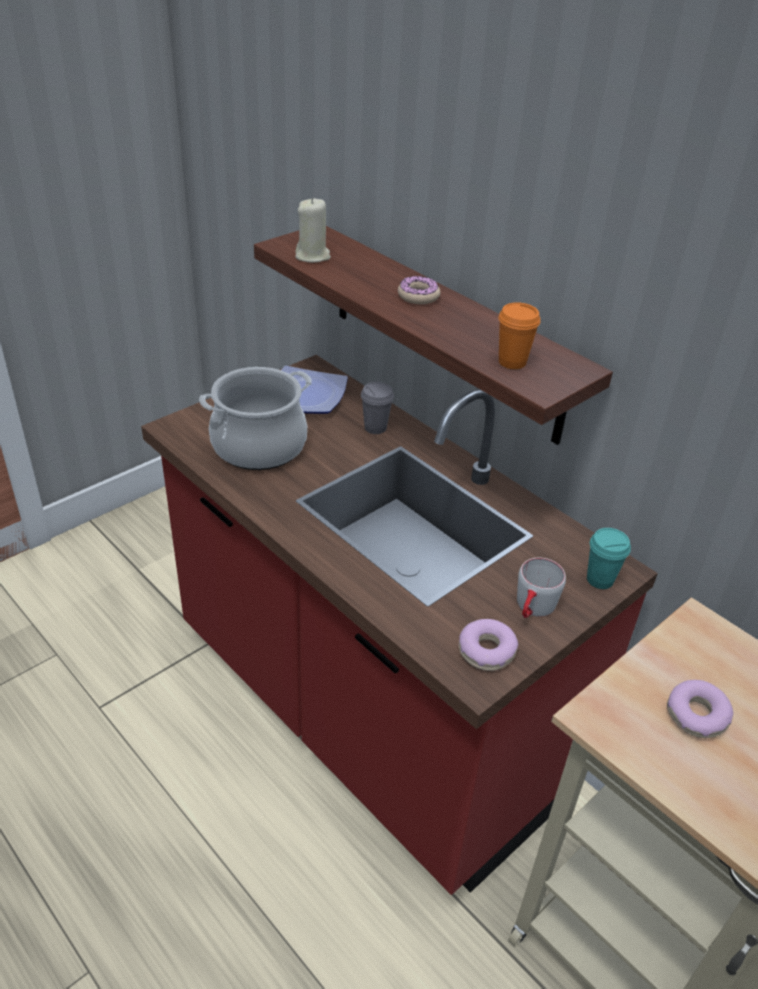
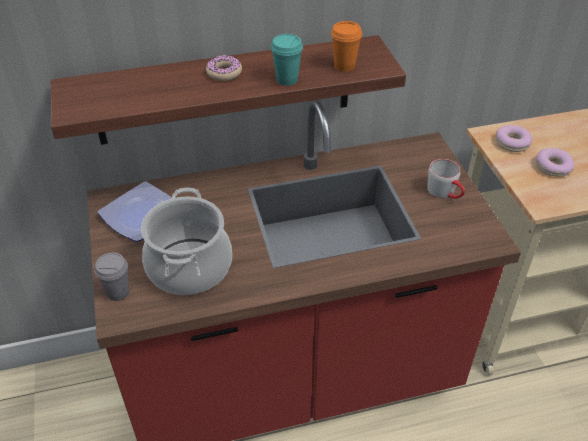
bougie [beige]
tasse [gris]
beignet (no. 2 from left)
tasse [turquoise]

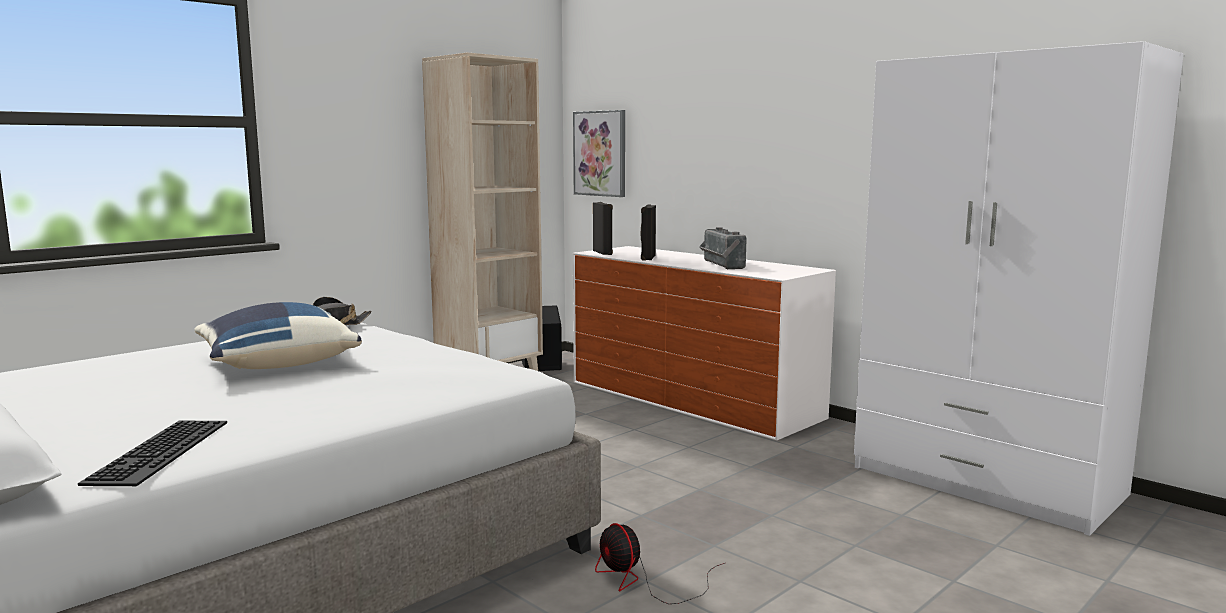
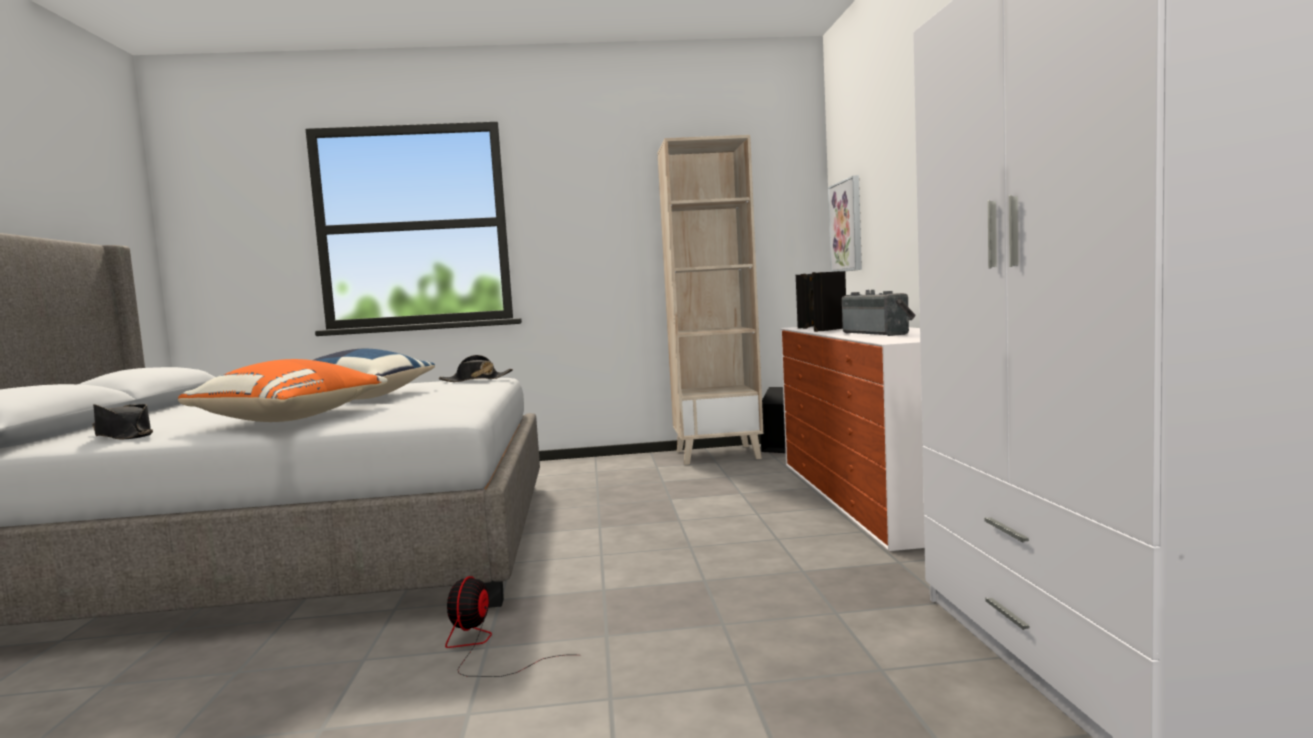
chapeau [noir] (no. 1 from left)
radio
coussin [orange]

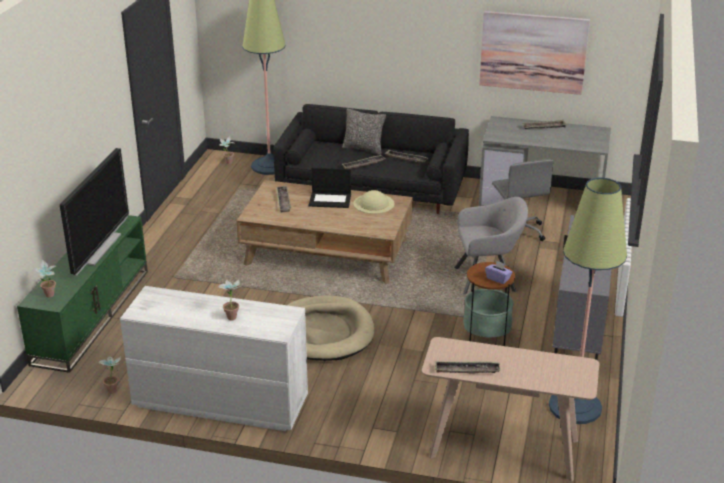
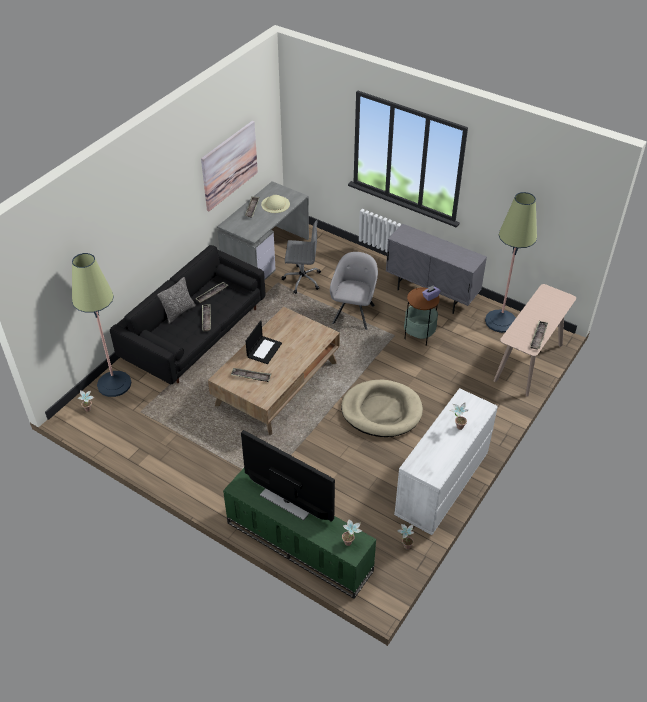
chapeau [beige]

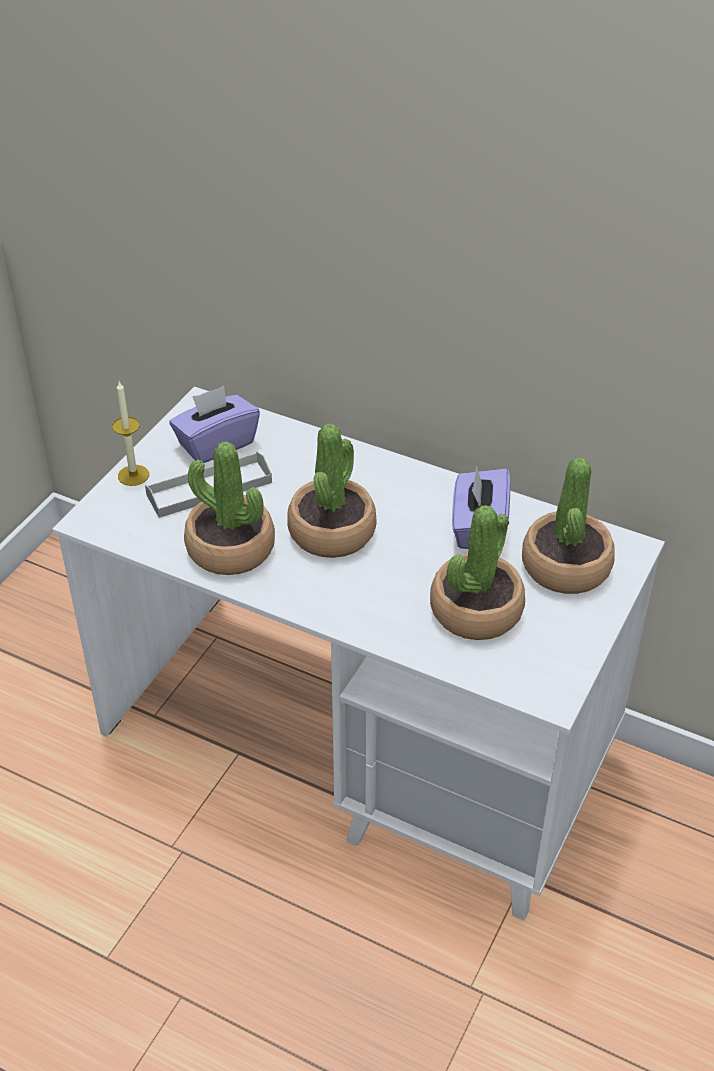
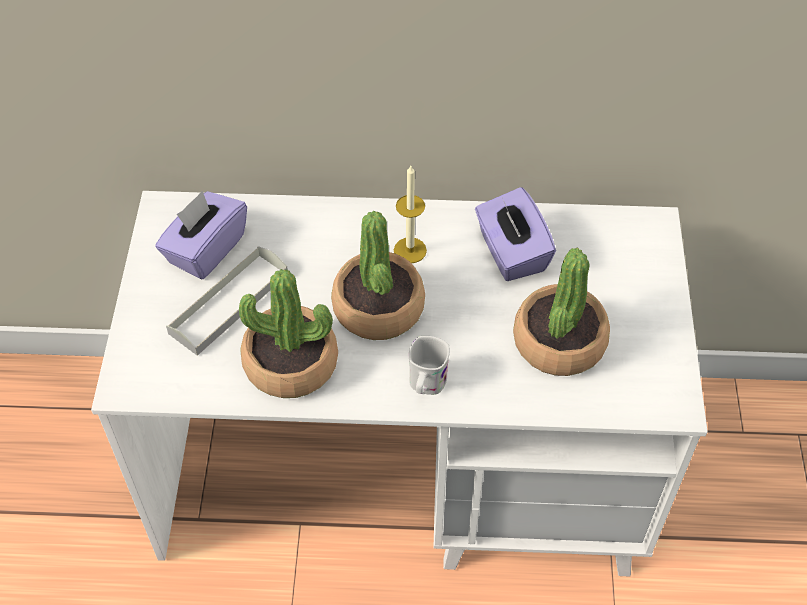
bougie
plante en pot (no. 4 from left in the first image)
mug [blanc]

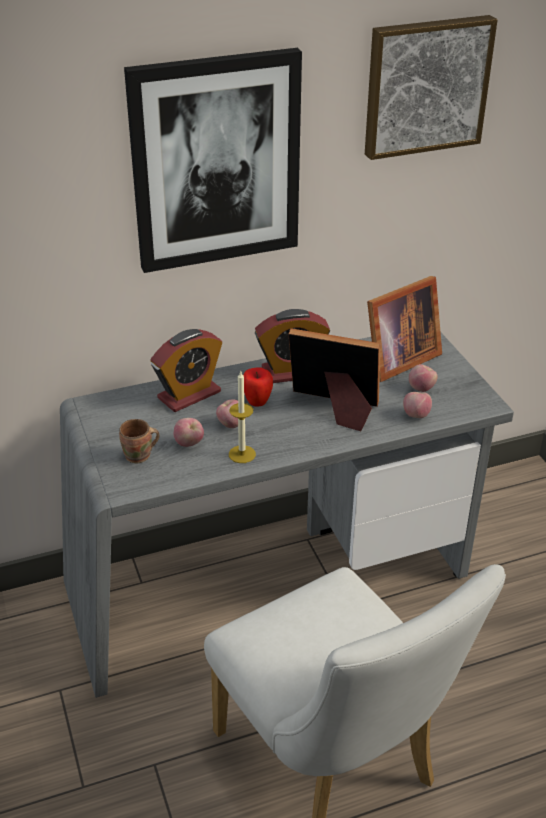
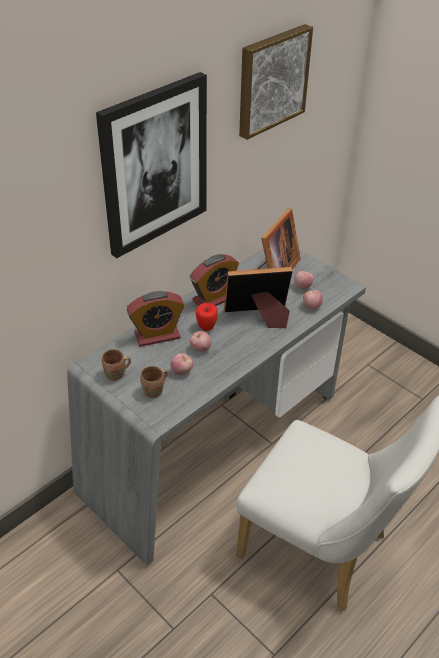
réveil (no. 1 from left)
bougie
mug [marron] (no. 1 from left)

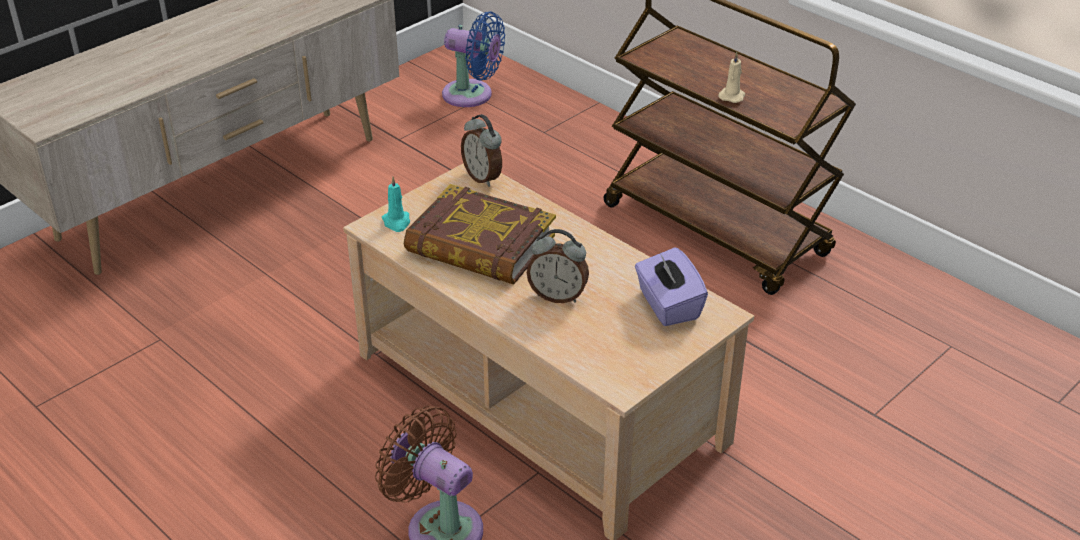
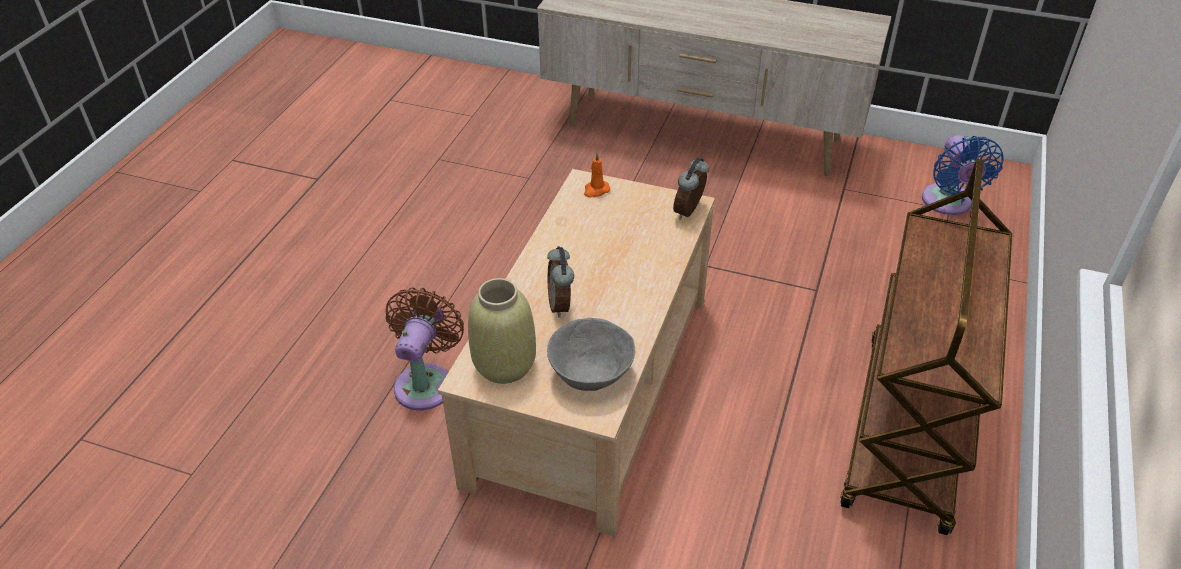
bougie [orange]
livre
bol [gris]
bougie [beige]
vase [beige]

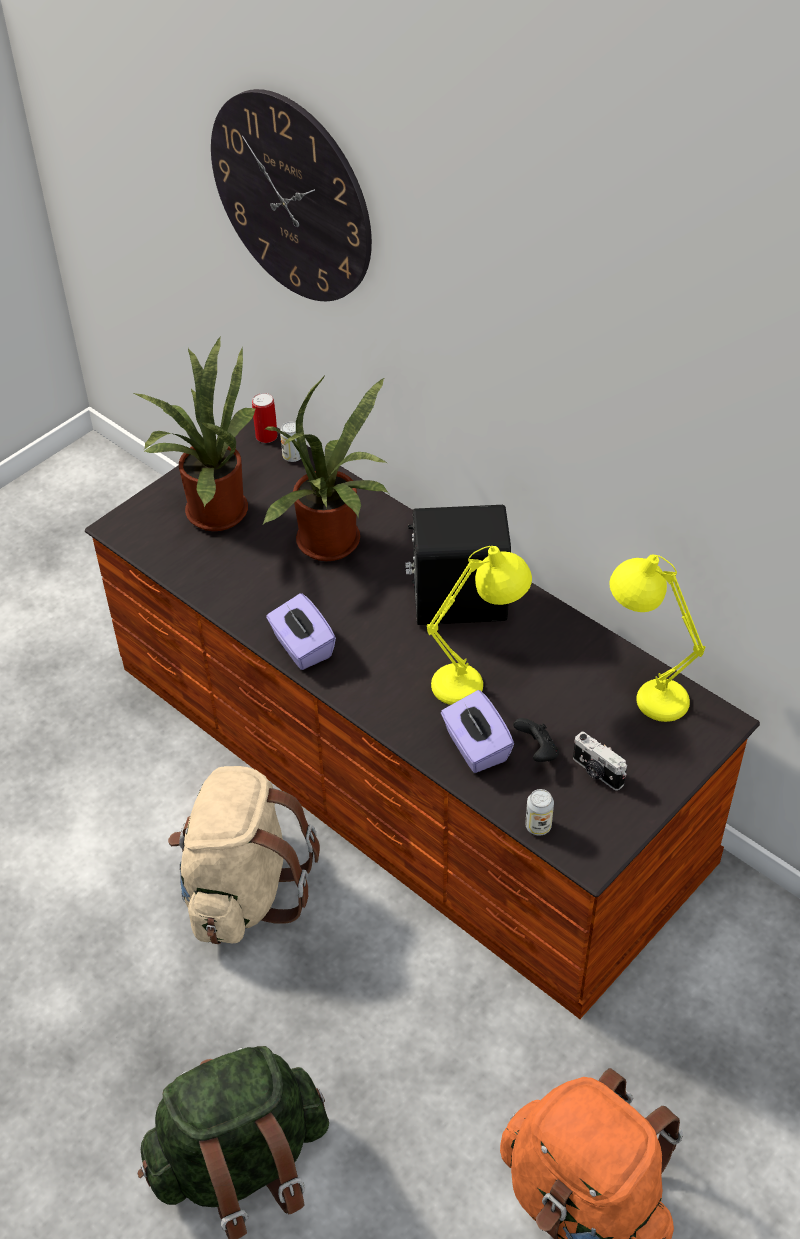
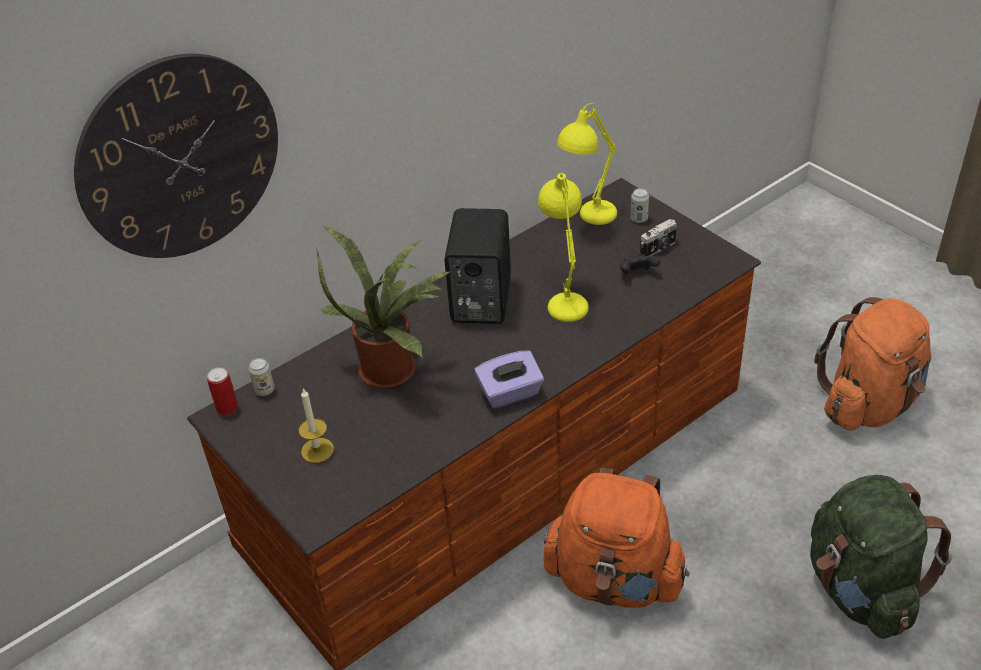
bougie
sac à dos [orange] (no. 1 from left)
boîte à mouchoirs [violet] (no. 2 from left in the first image)
boîte métallique (no. 3 from left)

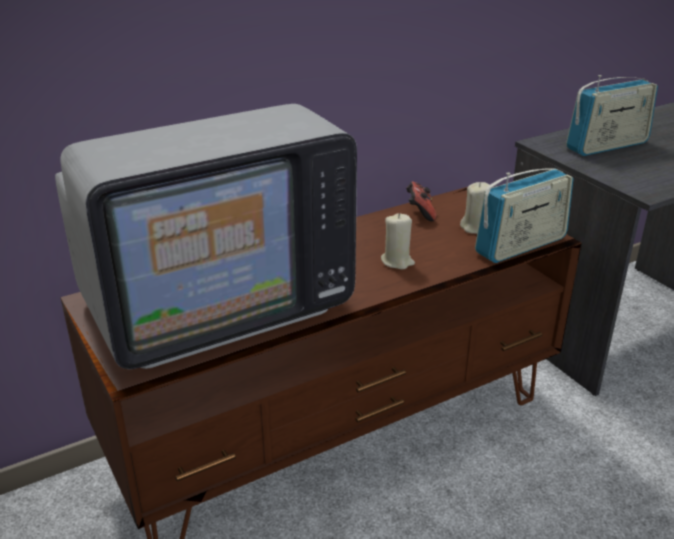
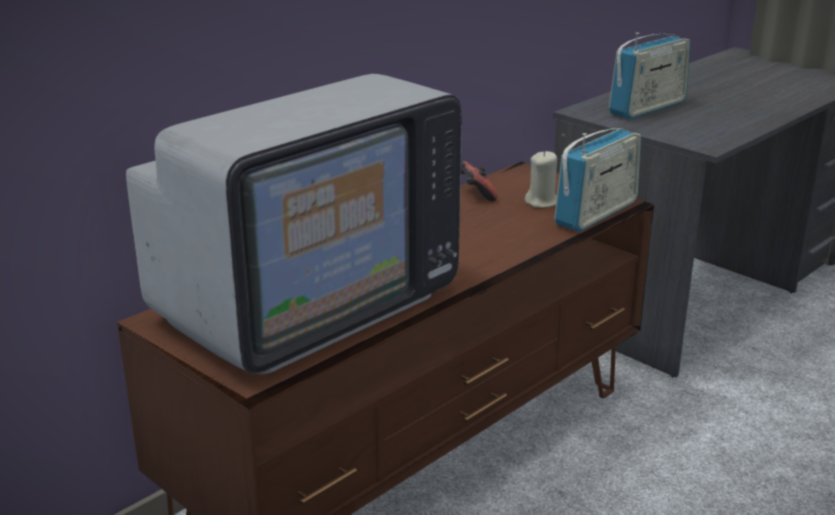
bougie [beige] (no. 1 from left in the first image)

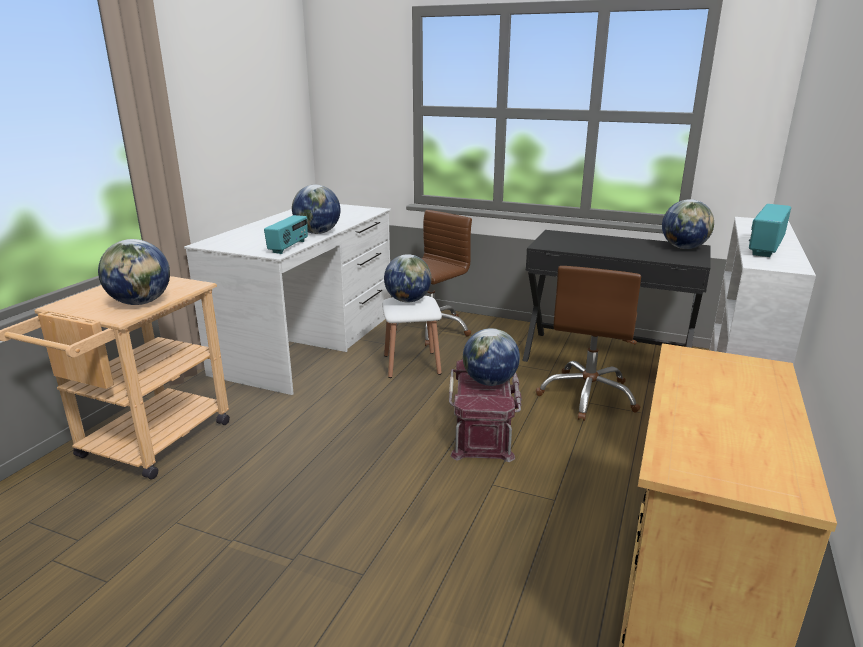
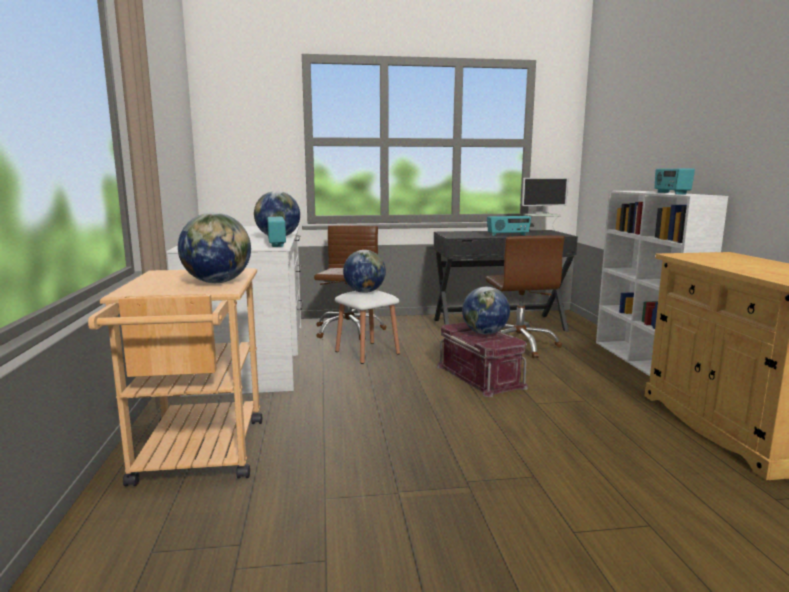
écran d'ordinateur
radio (no. 2 from left)

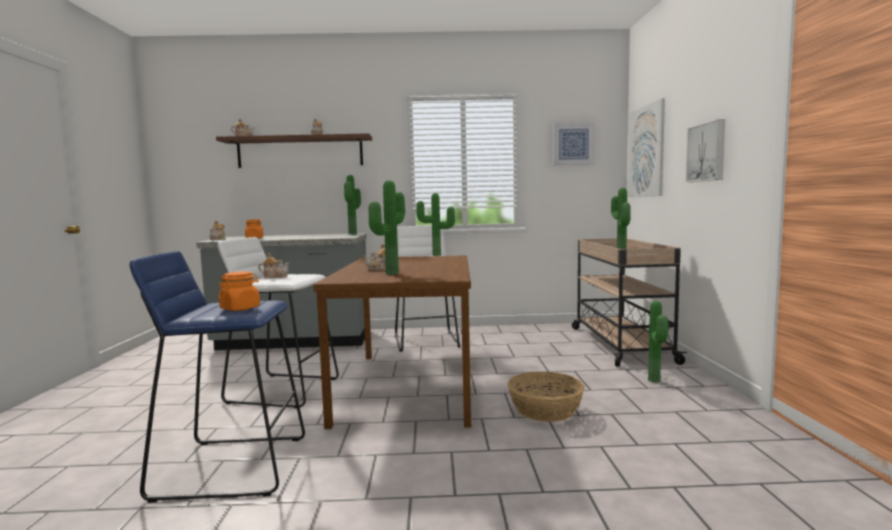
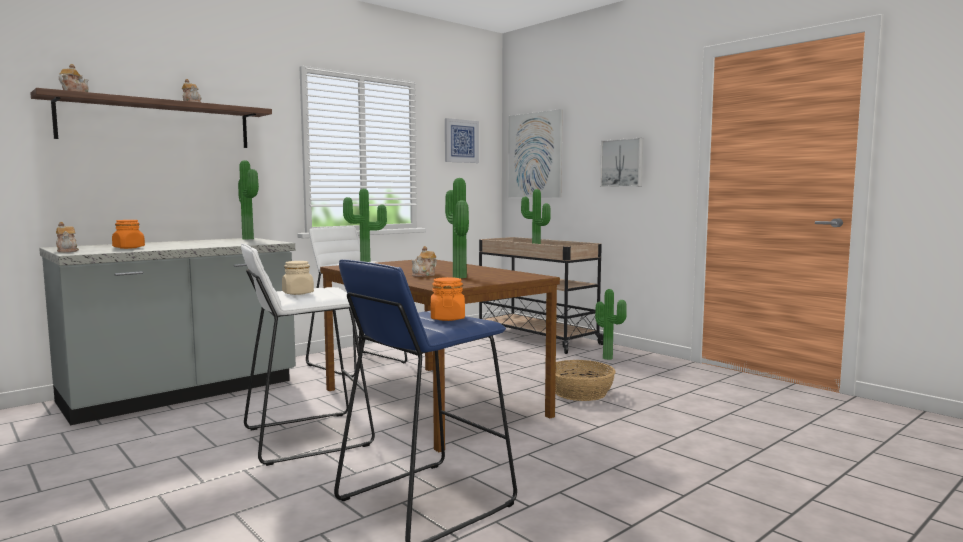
bocal [beige]

